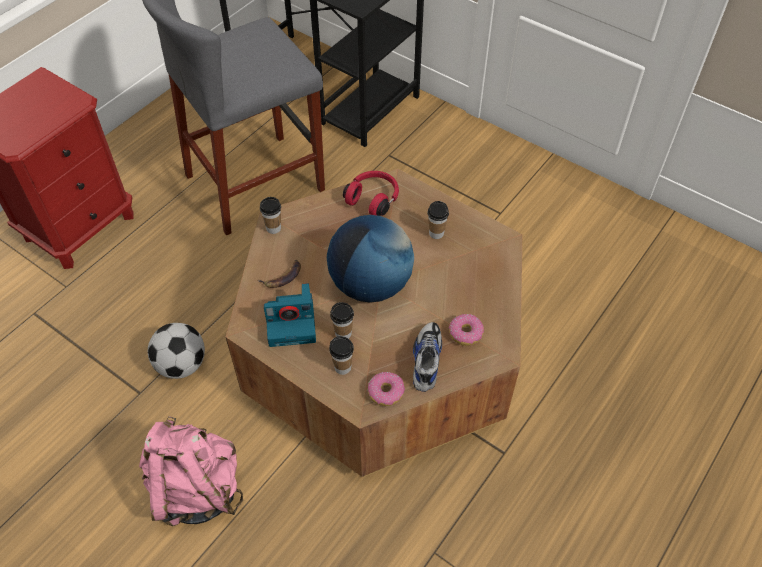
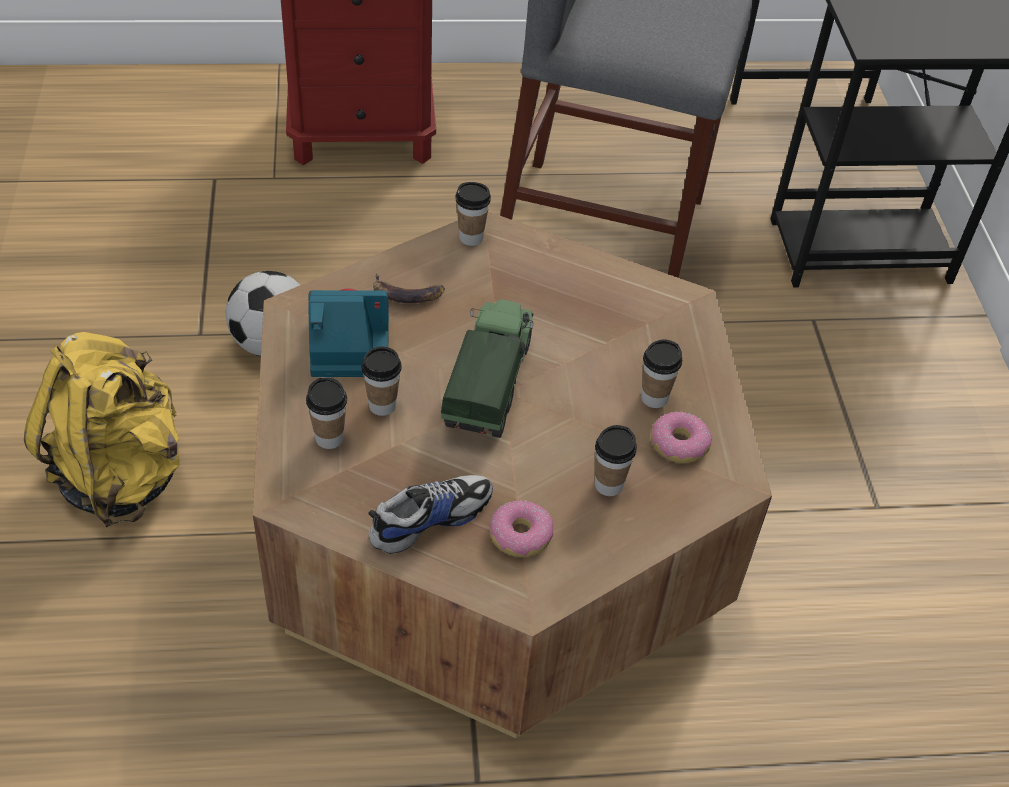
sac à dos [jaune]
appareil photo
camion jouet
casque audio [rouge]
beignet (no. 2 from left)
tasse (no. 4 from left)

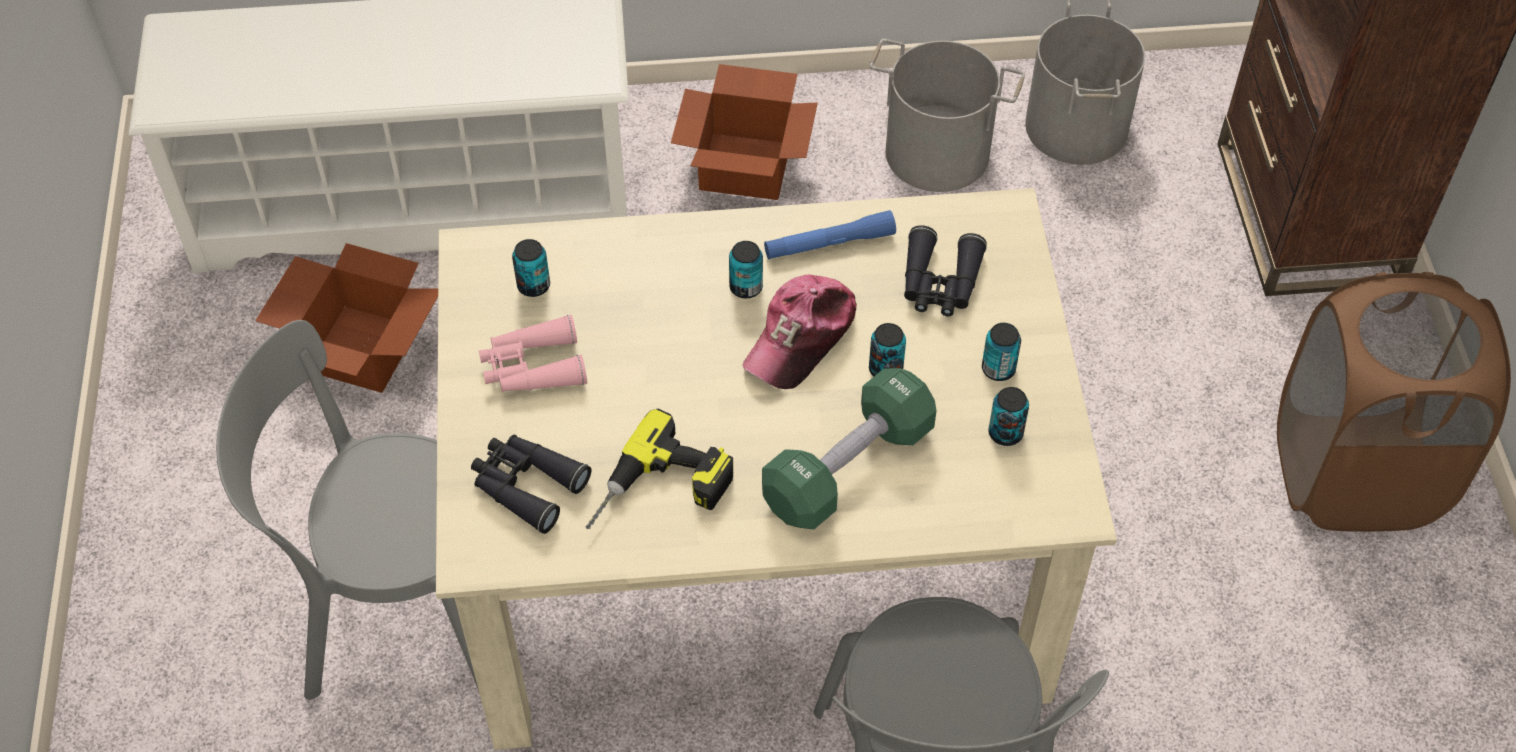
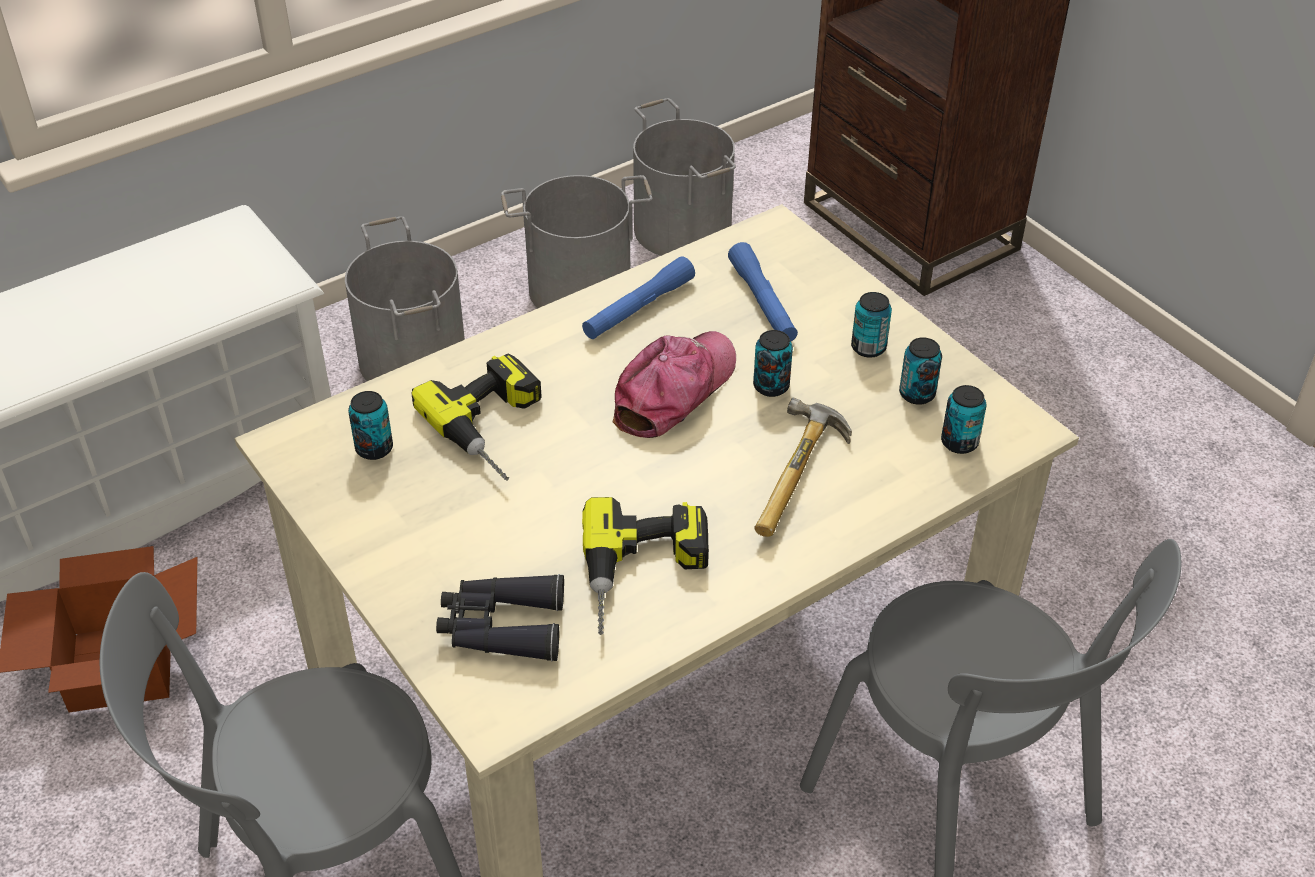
jumelles [rose]
seau [gris] (no. 1 from left)
boîte métallique (no. 5 from left)
casquette
marteau
lampe de poche [bleu] (no. 2 from left)
panier à linge [marron]
perceuse (no. 1 from left)

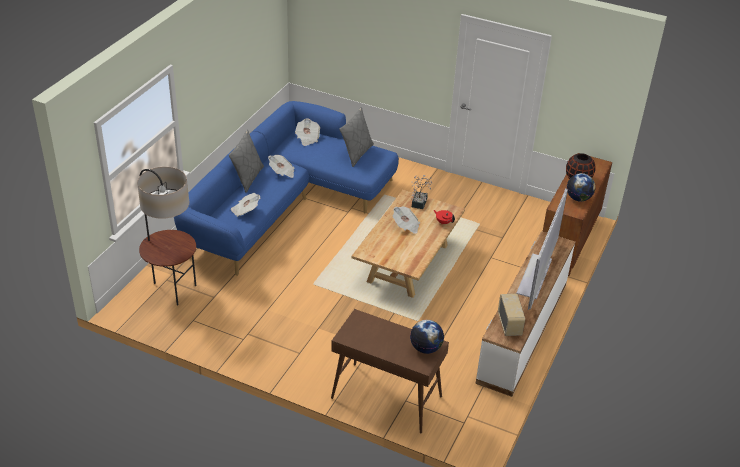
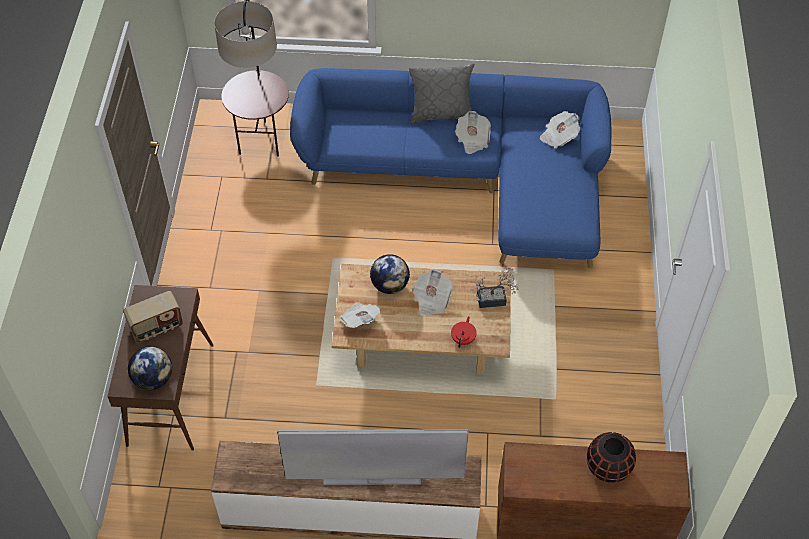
journal (no. 1 from left)
coussin [gris] (no. 2 from left in the first image)
radio
globe (no. 2 from left)

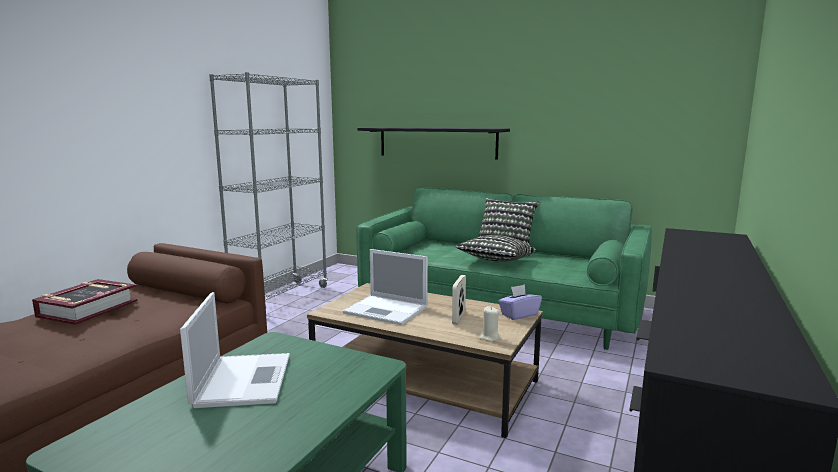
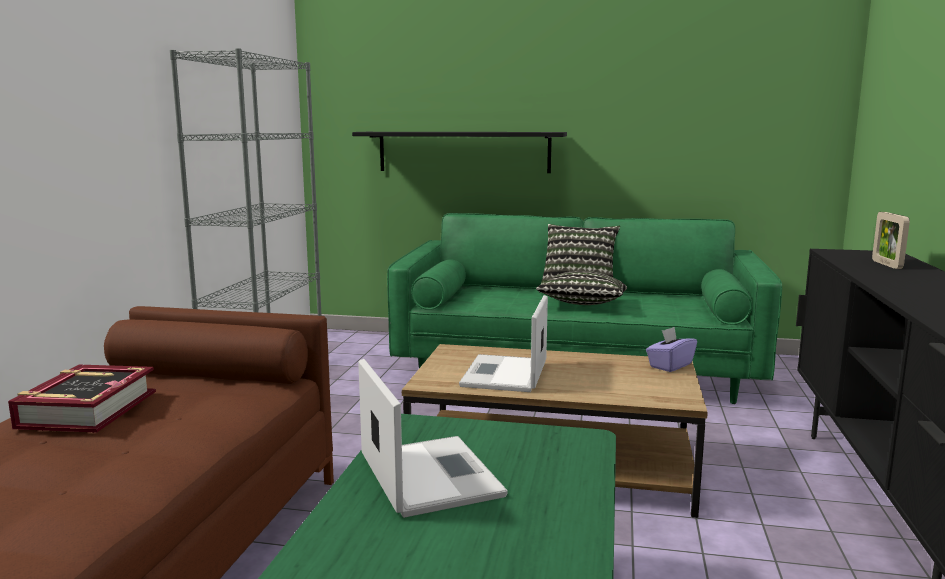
ordinateur portable (no. 2 from left)
cadre photo
bougie [beige]

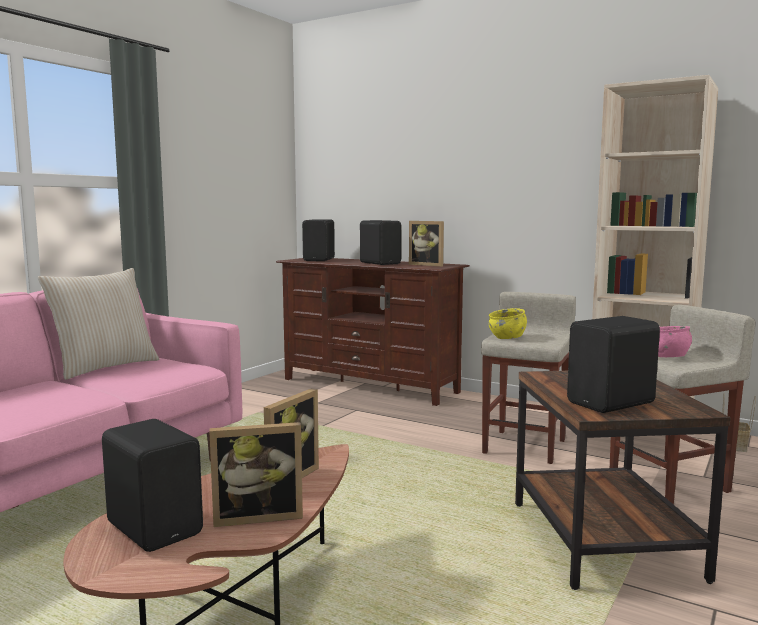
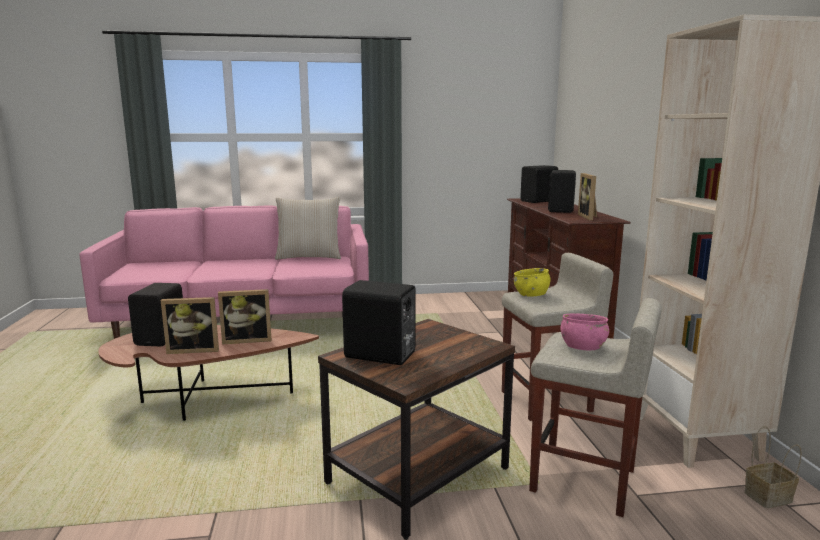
cadre photo (no. 1 from left)

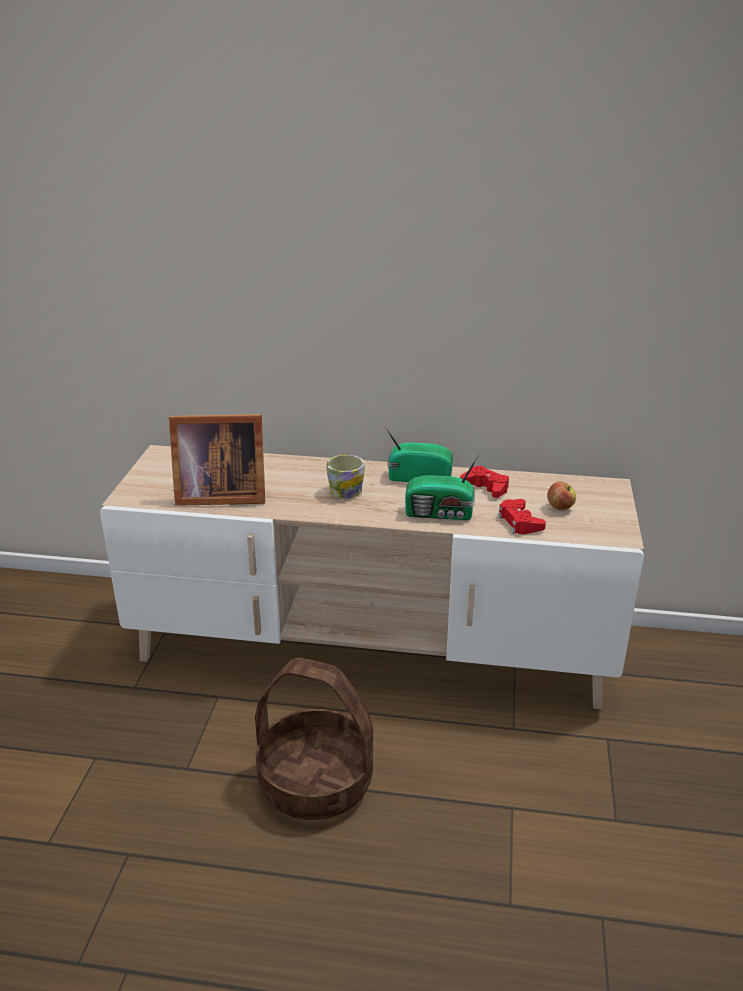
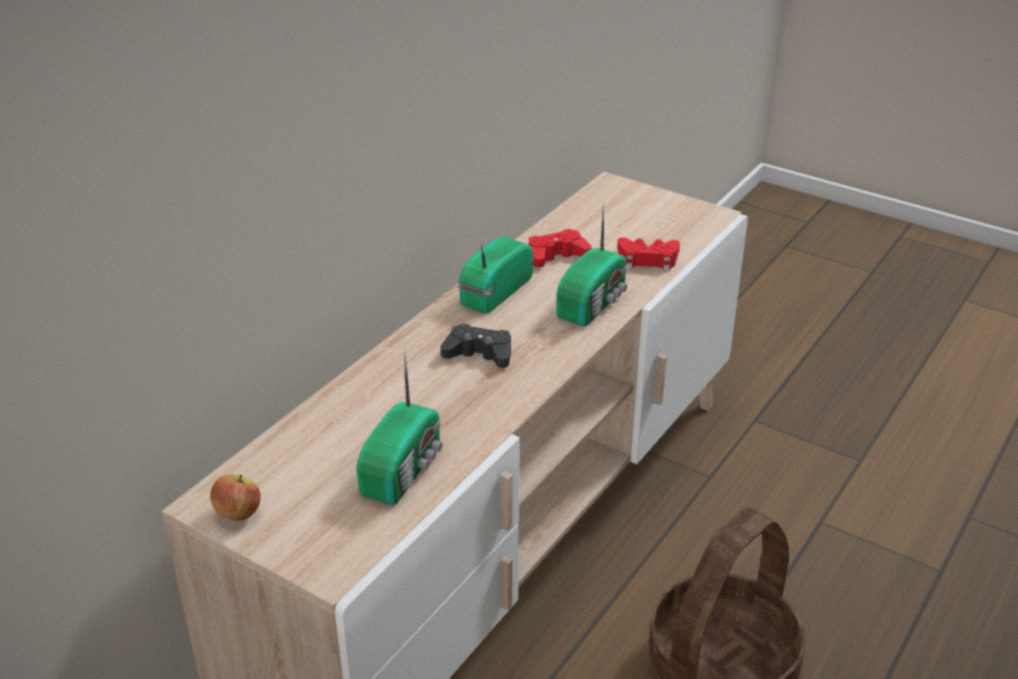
radio (no. 1 from left)
manette [noir]
pomme

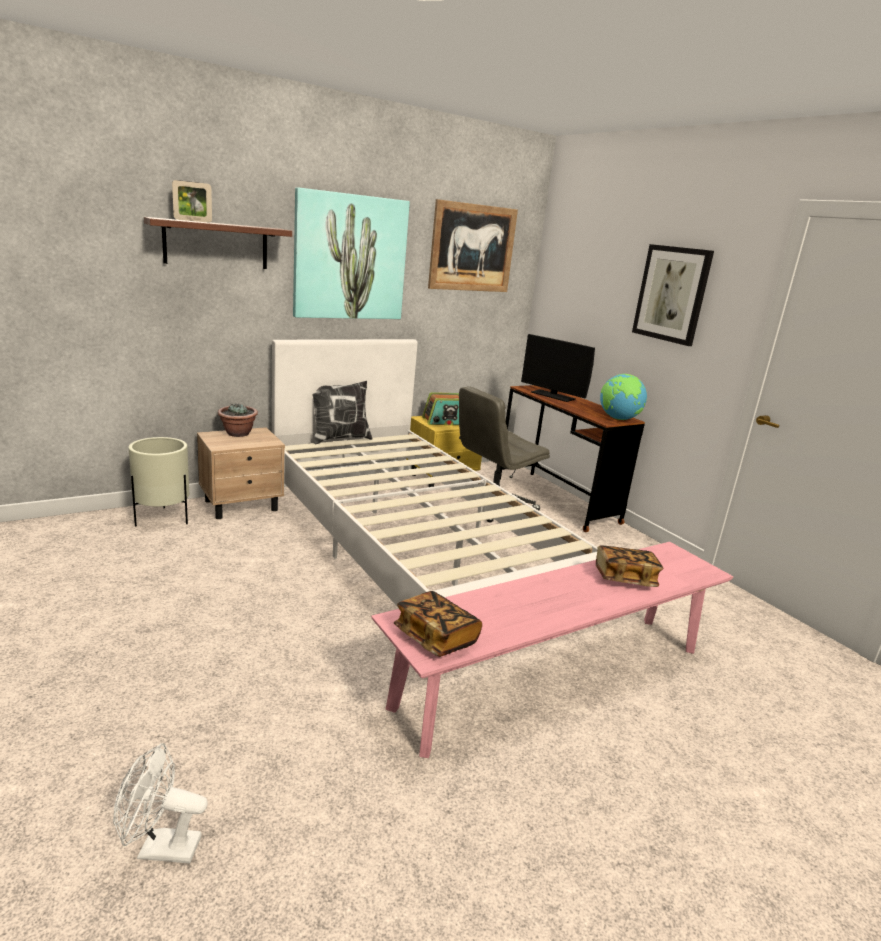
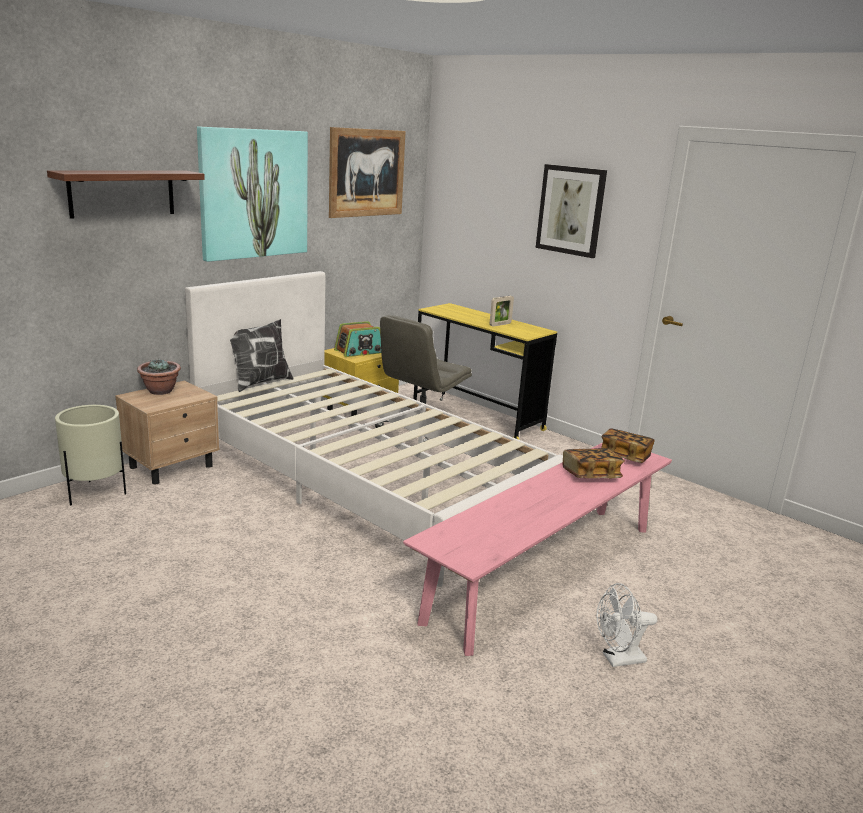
ventilateur [blanc]
cadre photo
livre (no. 2 from left)
bureau [jaune]
écran d'ordinateur
globe

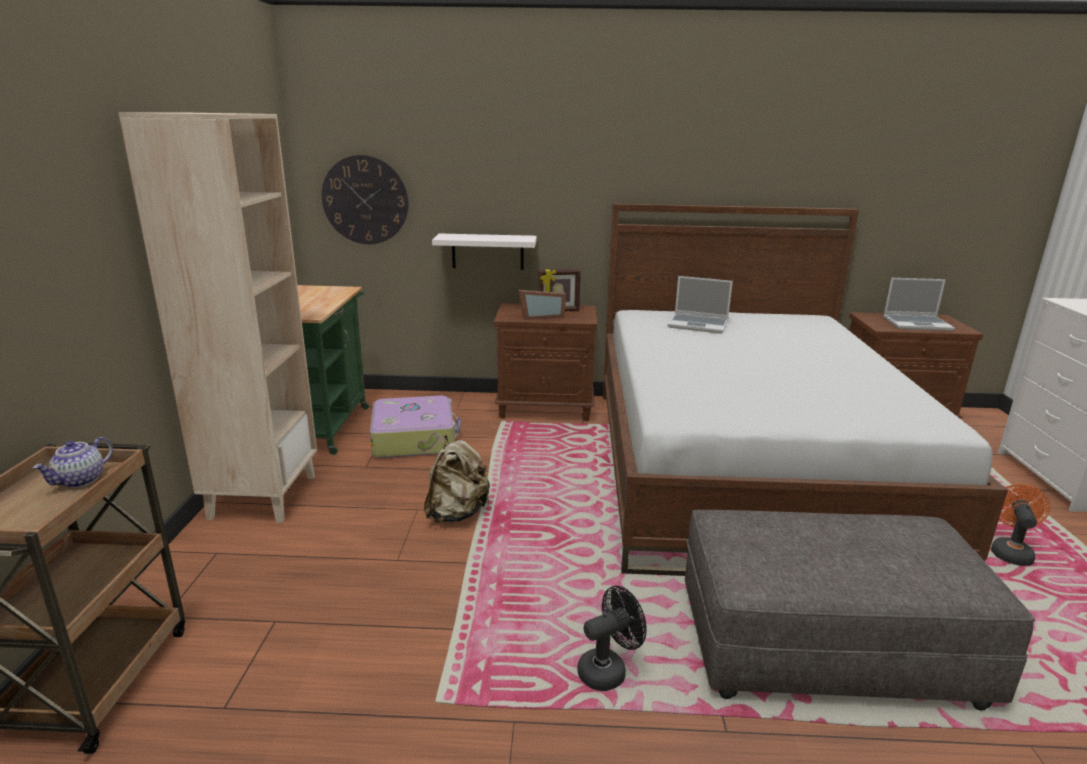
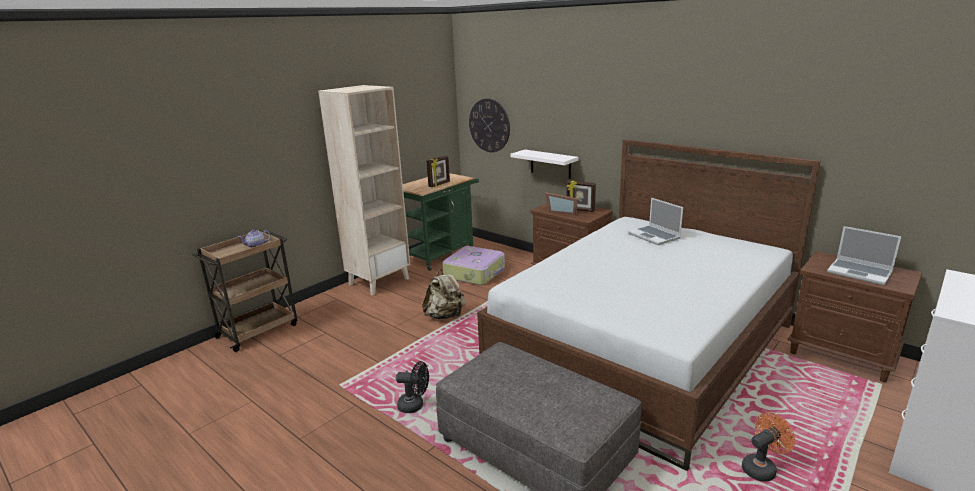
cadre photo (no. 1 from left)

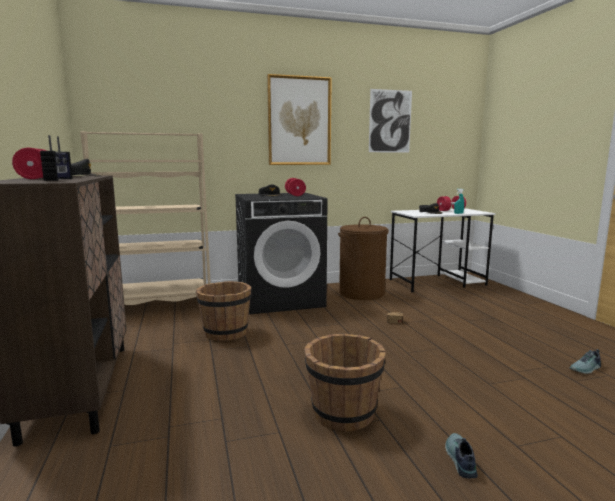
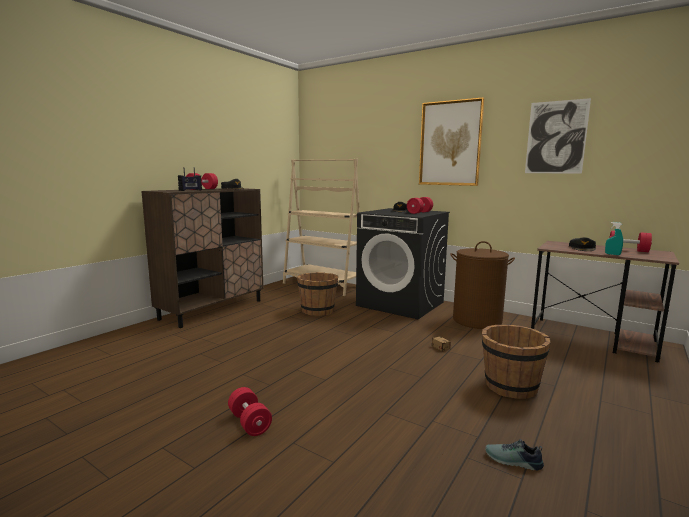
seau [marron] (no. 2 from left)
bureau [marron]
haltère [rouge] (no. 2 from left)

